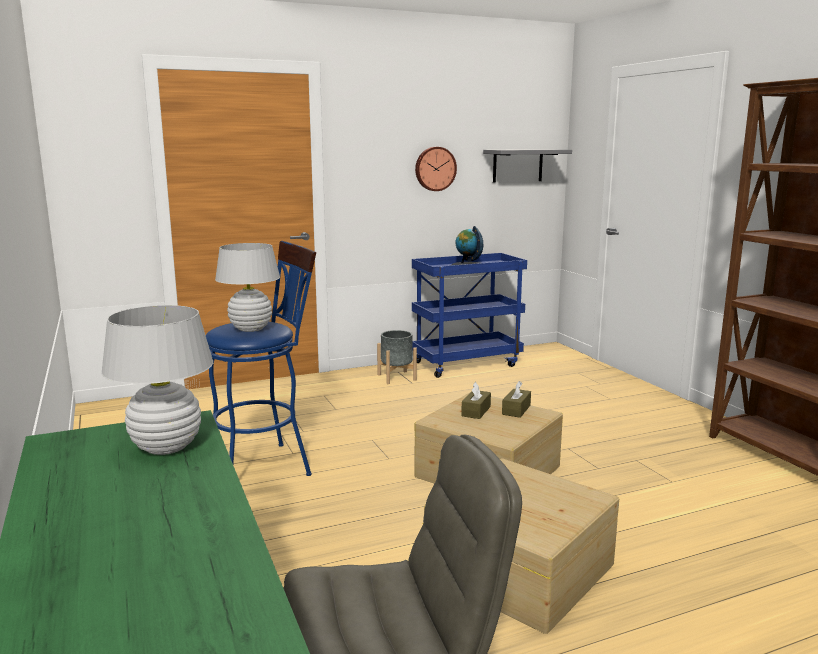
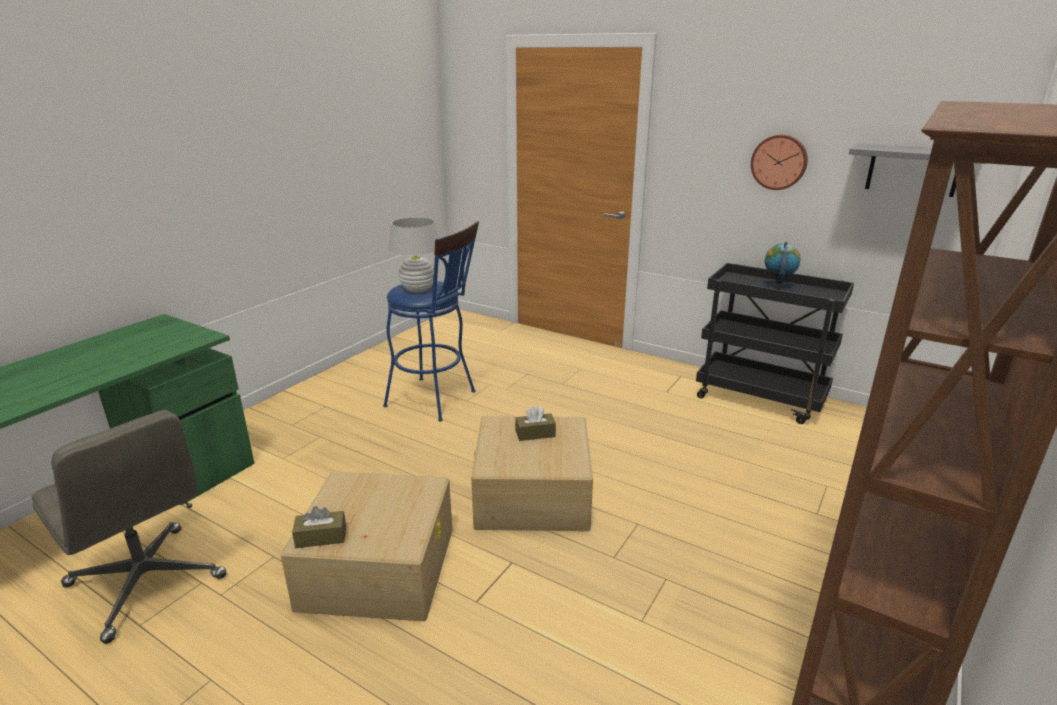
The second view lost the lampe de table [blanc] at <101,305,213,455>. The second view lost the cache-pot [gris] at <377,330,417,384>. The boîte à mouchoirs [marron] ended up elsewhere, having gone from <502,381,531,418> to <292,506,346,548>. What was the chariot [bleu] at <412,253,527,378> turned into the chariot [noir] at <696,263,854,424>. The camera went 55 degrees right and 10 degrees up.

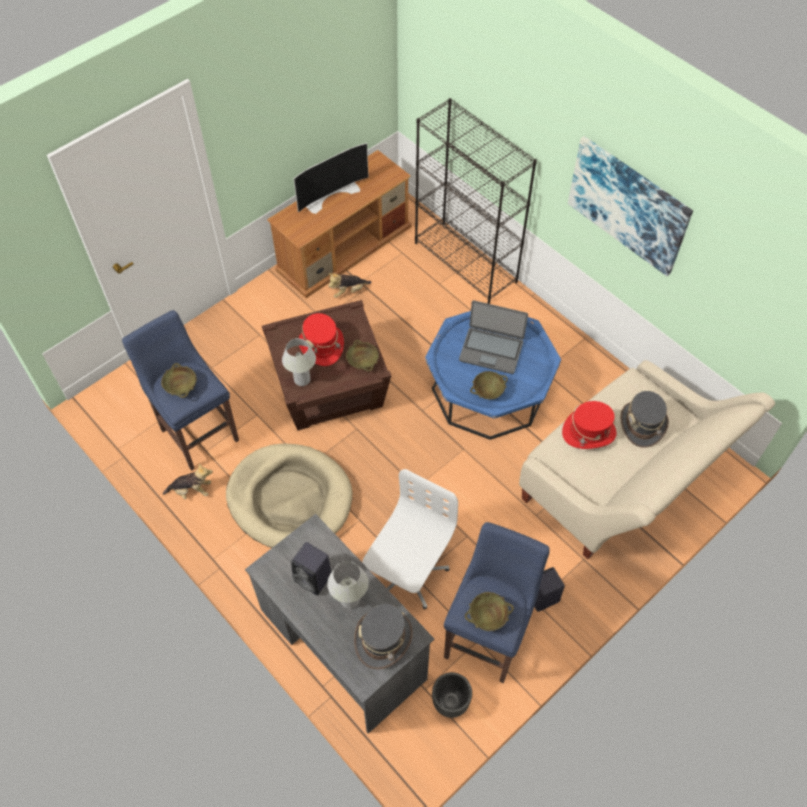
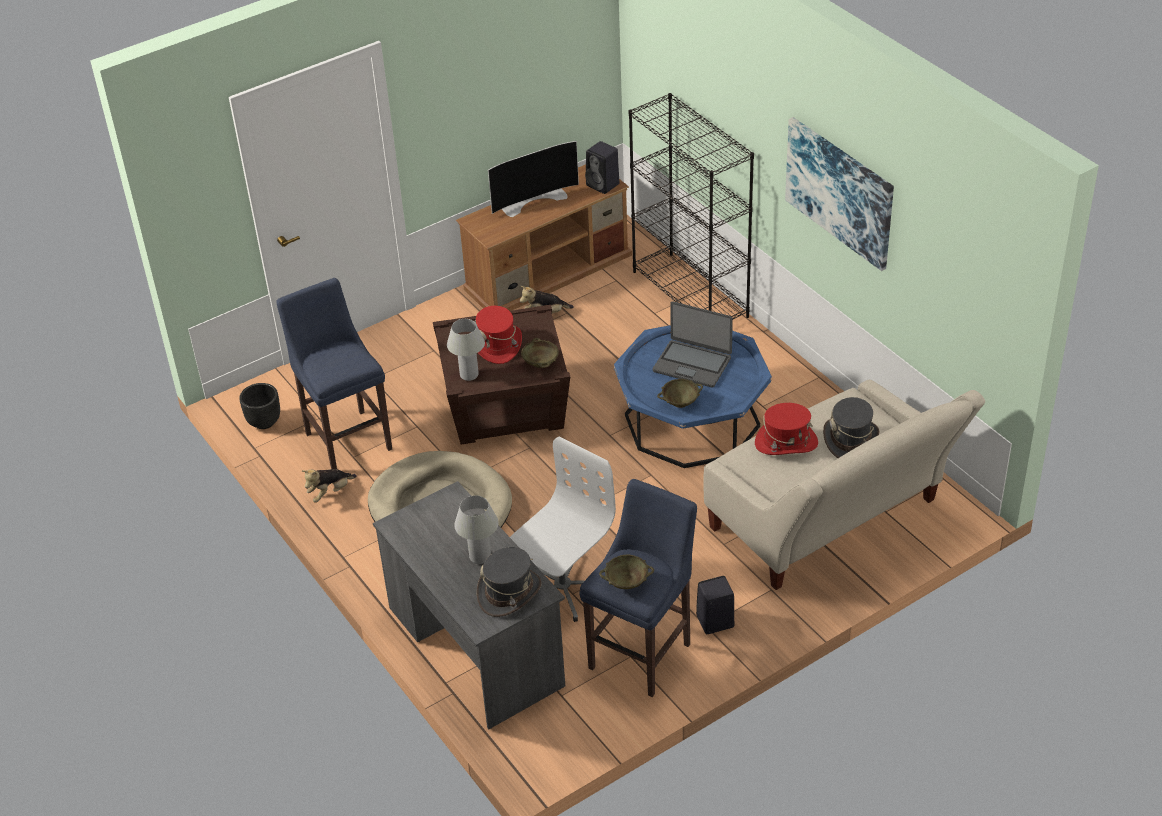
The second view lost the bol [beige] at <161,363,197,398>. The enceinte [noir] ended up elsewhere, having gone from <291,542,332,595> to <585,141,620,194>. The cache-pot [noir] ended up elsewhere, having gone from <432,672,472,718> to <239,383,280,429>. The peluche at <163,463,213,499> ended up facing another way, 135 degrees clockwise from before. The camera went 10 degrees right and 15 degrees down.

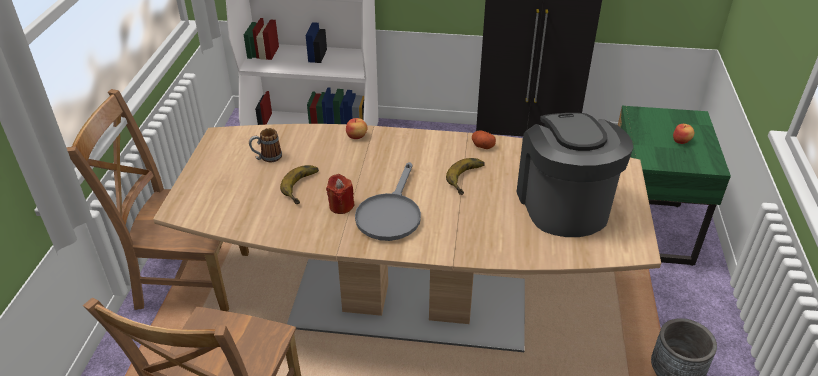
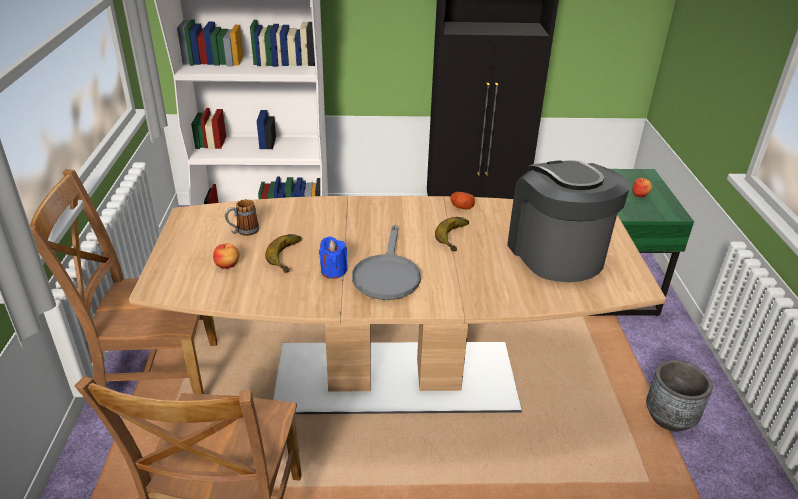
The pomme ended up elsewhere, having gone from <346,118,367,139> to <213,243,239,269>. What was the bougie [rouge] at <326,174,355,214> turned into the bougie [bleu] at <319,236,348,279>. The camera went 10 degrees left and 5 degrees down.

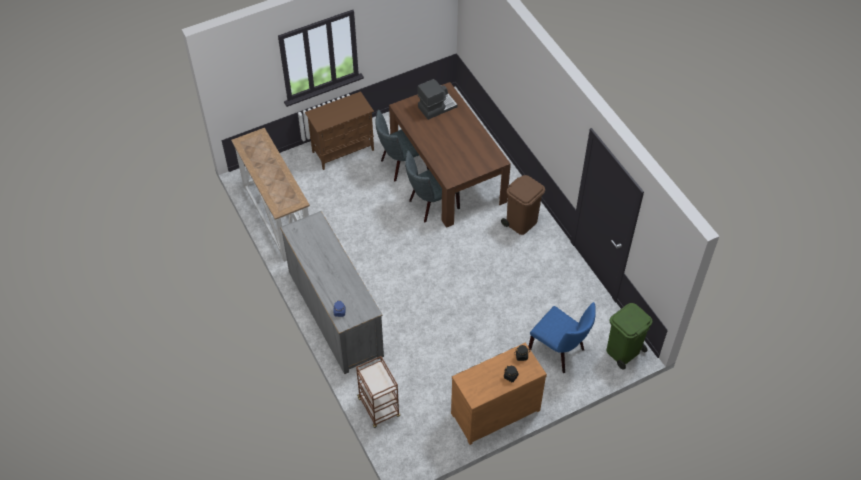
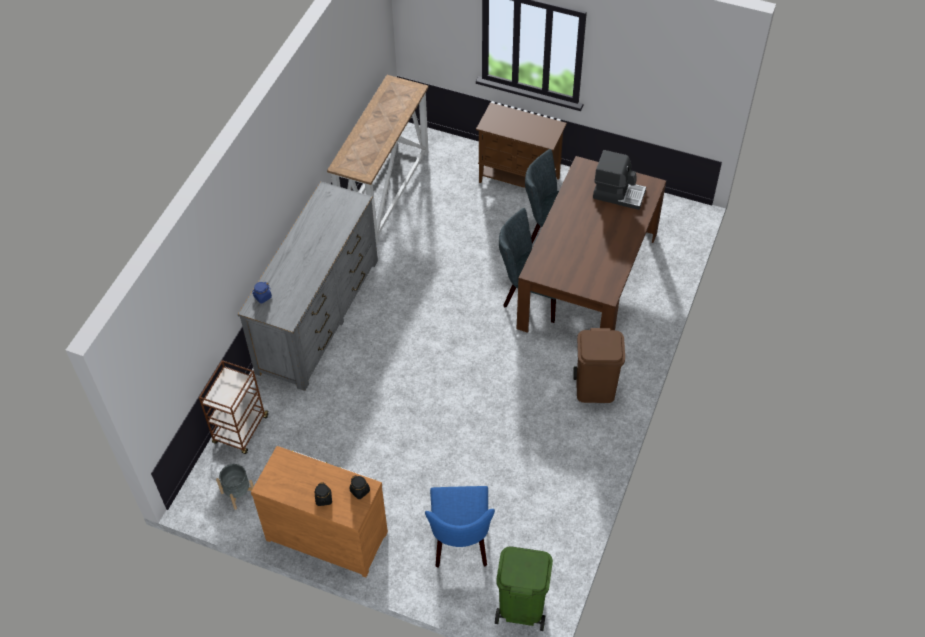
The second view gained the cache-pot [gris] at <216,464,254,510>. The camera went 50 degrees right and 0 degrees up.

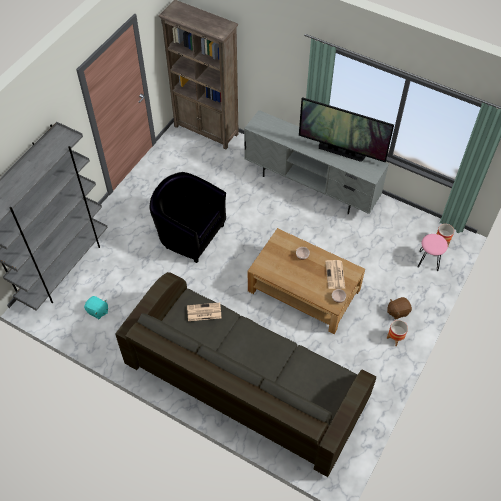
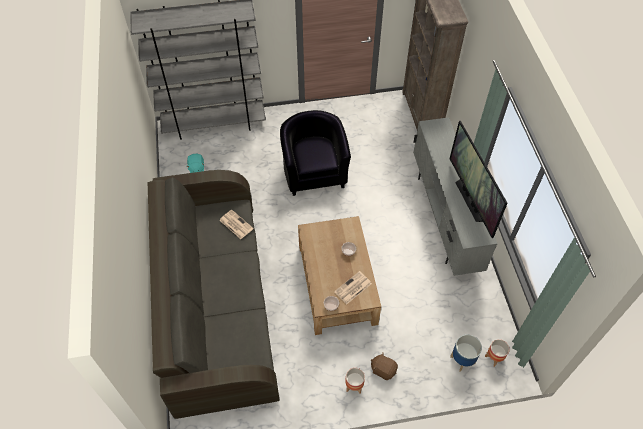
Where the tabouret [rose] stood at <418,234,448,271>, the cache-pot came to stand at <450,335,482,372>. The camera went 50 degrees right and 0 degrees up.

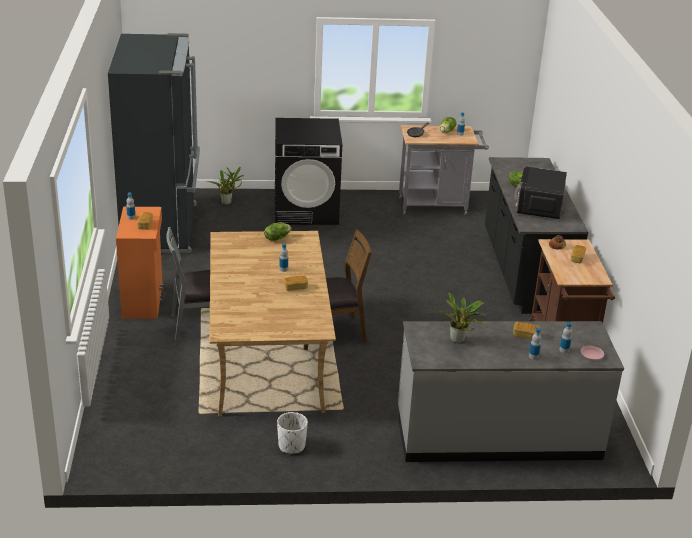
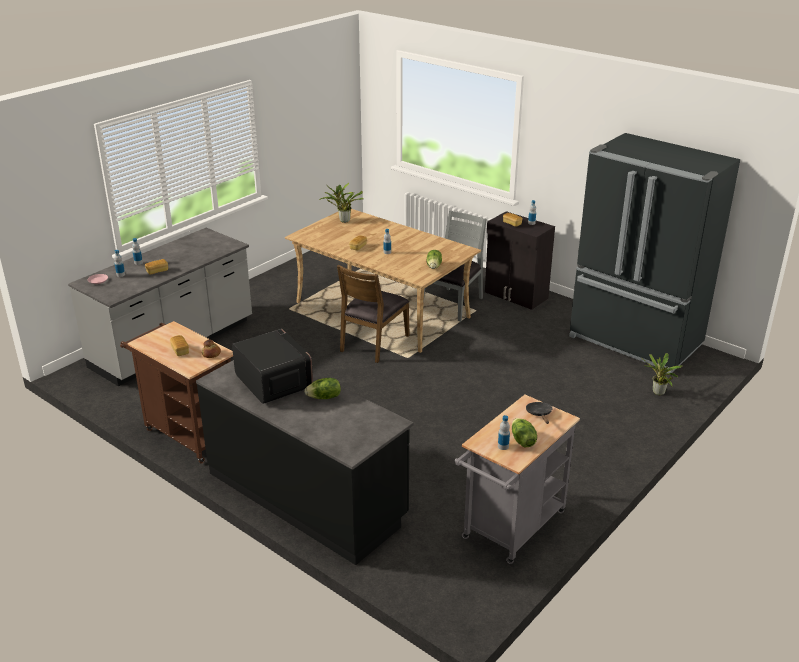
The second view lost the lave-linge [noir] at <275,118,342,225>. The second view lost the cache-pot [blanc] at <277,412,308,454>. The plante en pot ended up elsewhere, having gone from <429,293,488,343> to <319,183,364,223>. What was the meuble de rangement [orange] at <116,207,164,319> turned into the meuble de rangement [noir] at <485,211,555,310>. The camera went 135 degrees right and 0 degrees up.

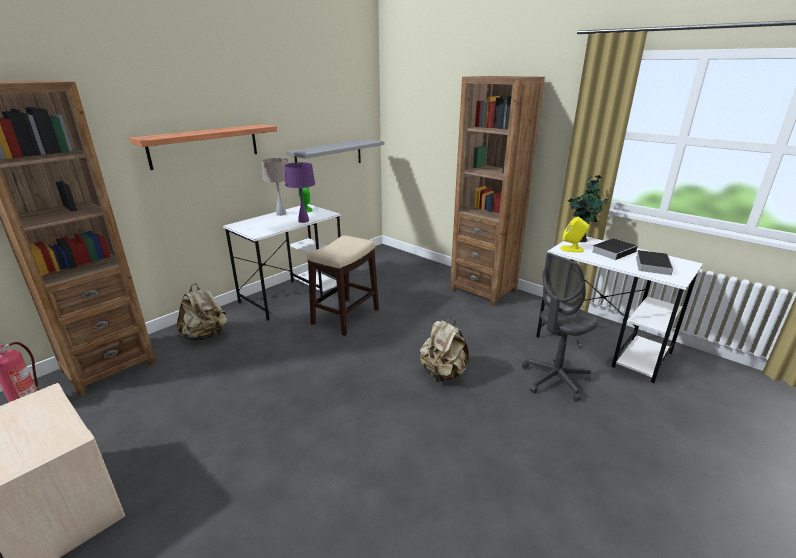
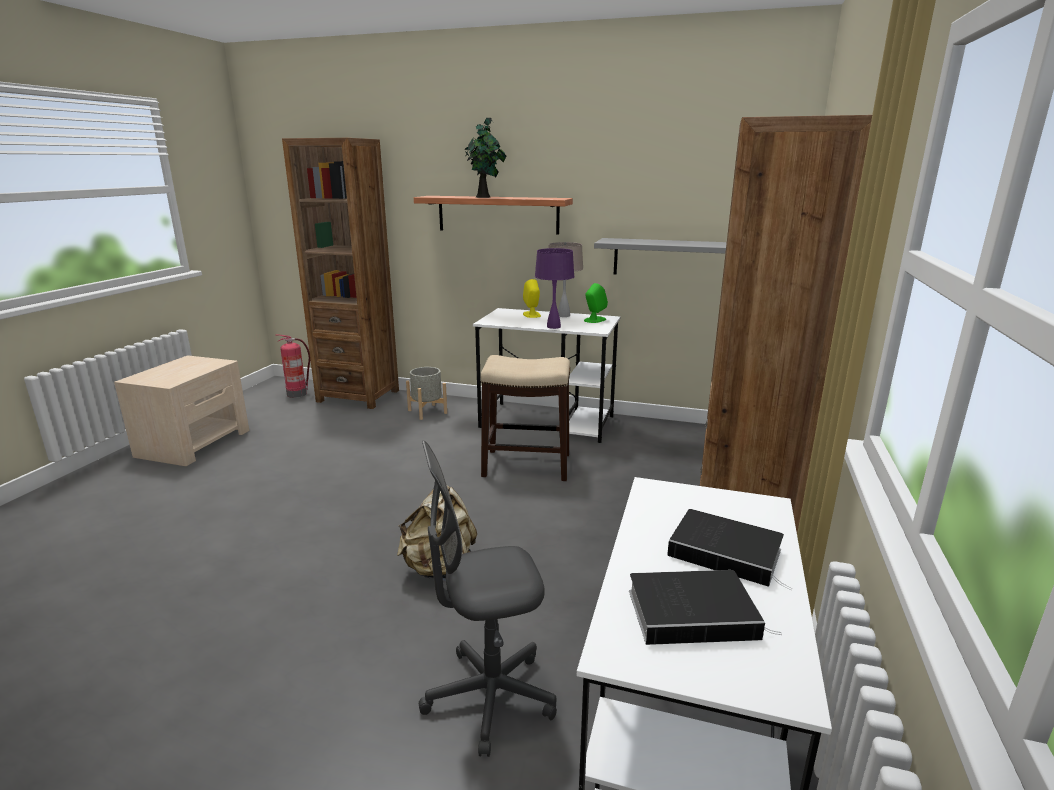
The enceinte [jaune] ended up elsewhere, having gone from <560,217,589,253> to <523,279,541,318>. The plante en pot ended up elsewhere, having gone from <568,175,608,242> to <465,117,506,198>. Where the sac à dos [beige] stood at <177,283,227,341>, the cache-pot [gris] came to stand at <406,367,447,420>. The chaise de bureau [gris] at <522,253,598,402> ended up facing another way, 45 degrees counterclockwise from before. The camera went 65 degrees right and 5 degrees down.

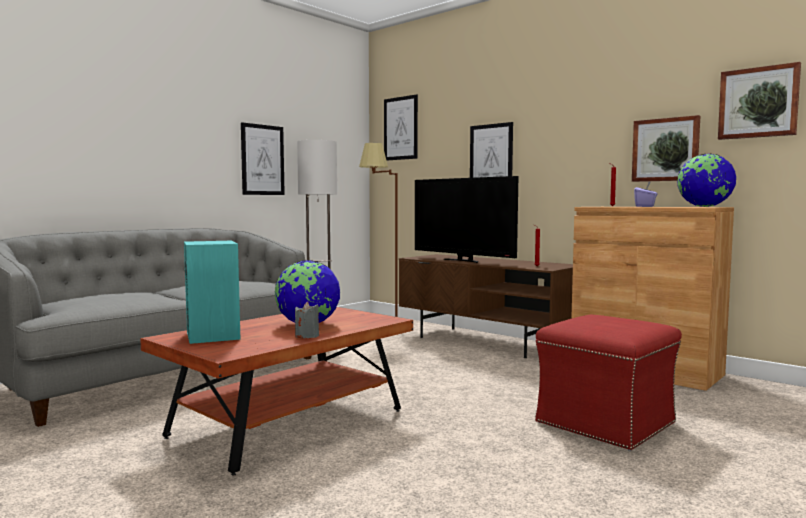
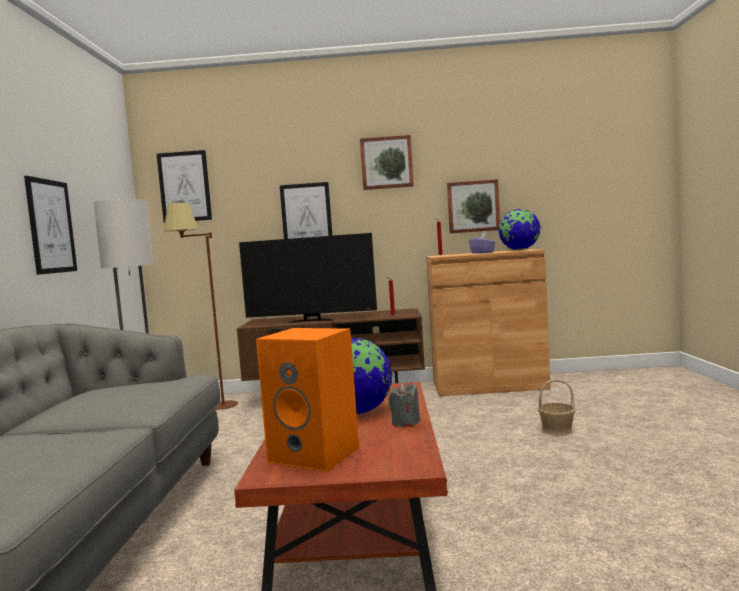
The tableau ended up elsewhere, having gone from <718,62,801,140> to <360,135,414,190>. Where the pouf [rouge] stood at <535,315,682,451>, the panier came to stand at <538,379,575,436>. What was the enceinte [turquoise] at <184,241,240,344> turned into the enceinte [orange] at <256,328,359,472>. The camera went 40 degrees left and 0 degrees up.

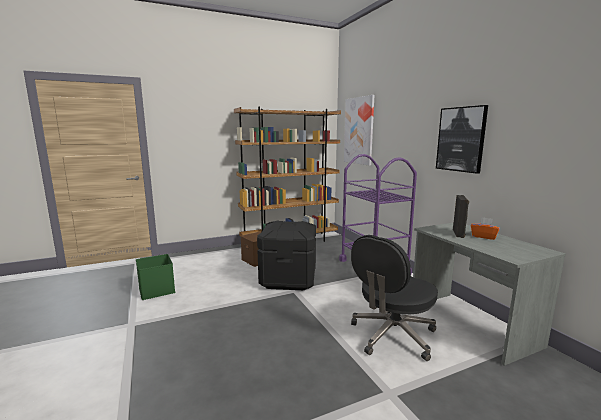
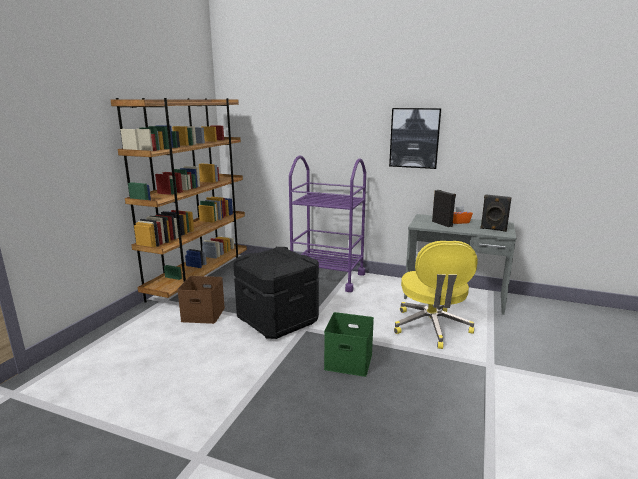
The second view lost the tableau at <344,95,374,166>. The second view gained the enceinte [noir] at <480,195,512,232>. The boîte de rangement [vert] ended up elsewhere, having gone from <136,254,175,300> to <324,312,374,377>. What was the chaise de bureau [noir] at <351,235,438,361> turned into the chaise de bureau [jaune] at <394,241,478,349>. The camera went 45 degrees left and 5 degrees up.

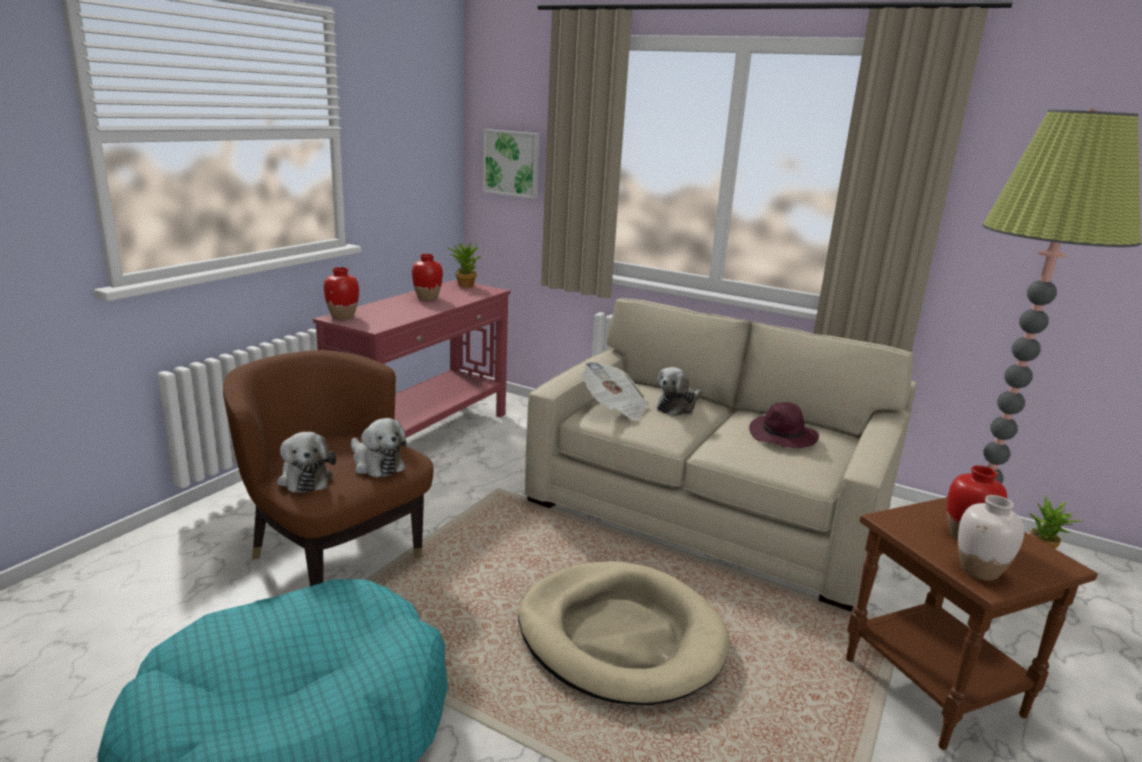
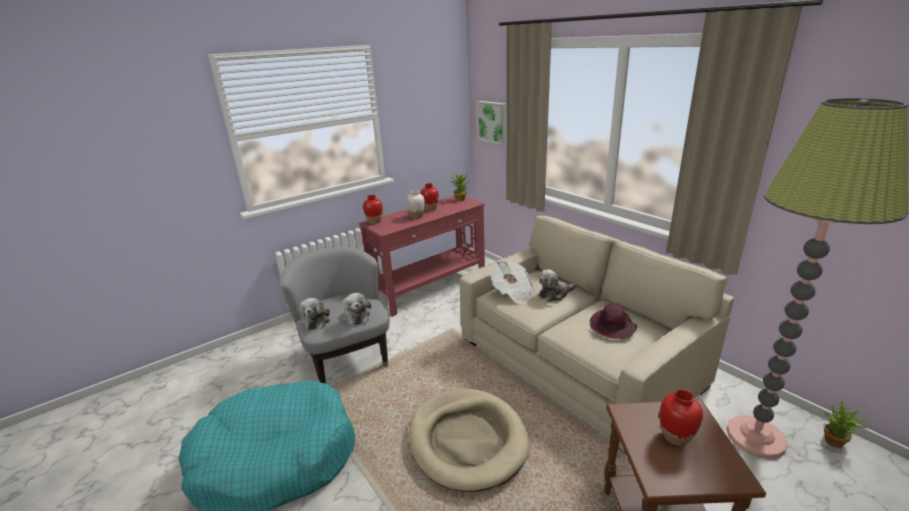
The vase [blanc] ended up elsewhere, having gone from <958,495,1024,581> to <406,190,425,219>. What was the fauteuil [marron] at <223,350,434,586> turned into the fauteuil [gris] at <281,246,390,384>. The camera went 25 degrees right and 5 degrees up.

